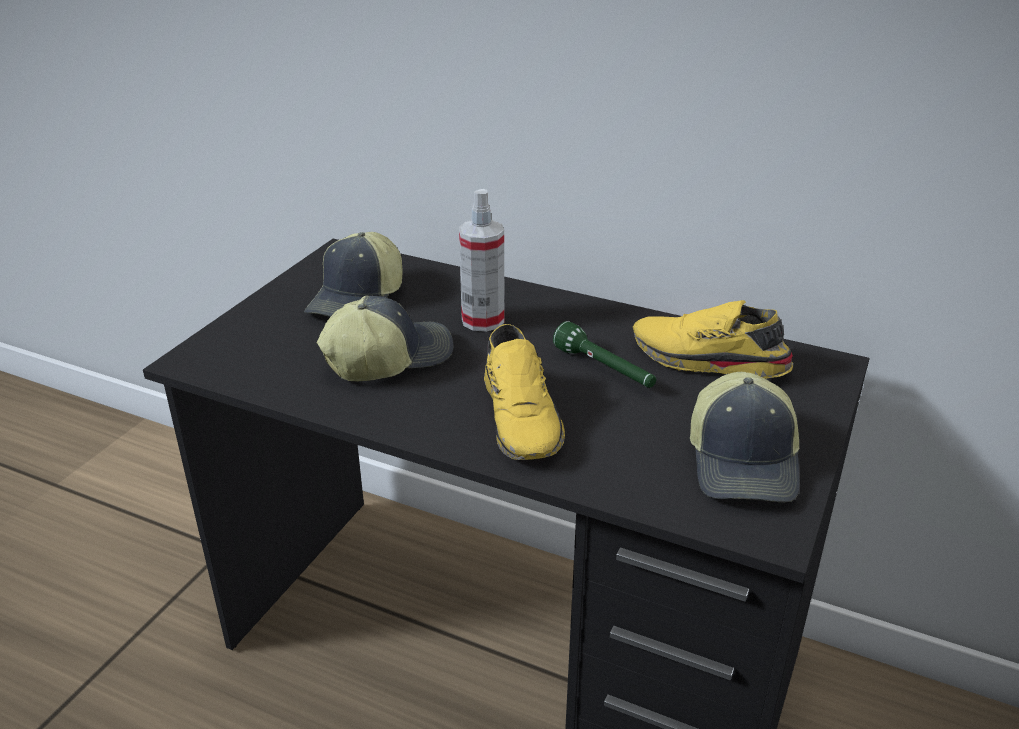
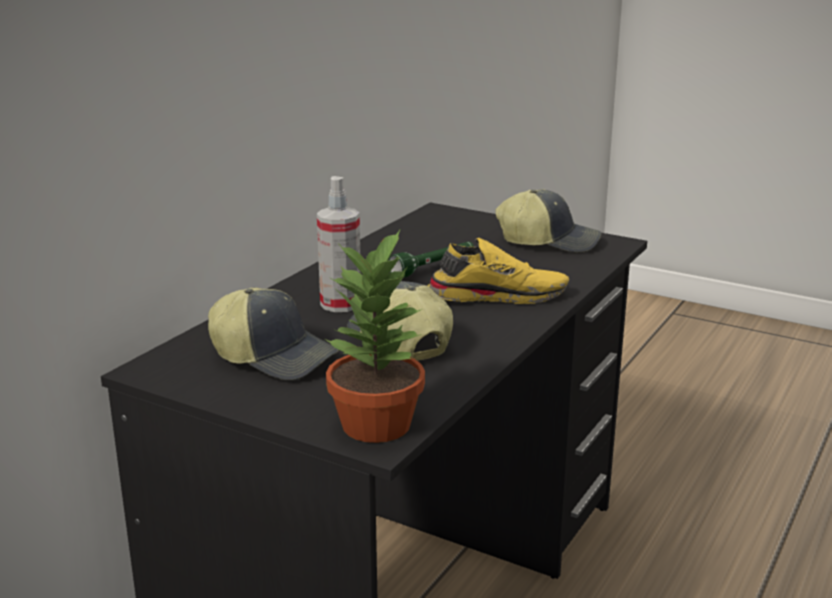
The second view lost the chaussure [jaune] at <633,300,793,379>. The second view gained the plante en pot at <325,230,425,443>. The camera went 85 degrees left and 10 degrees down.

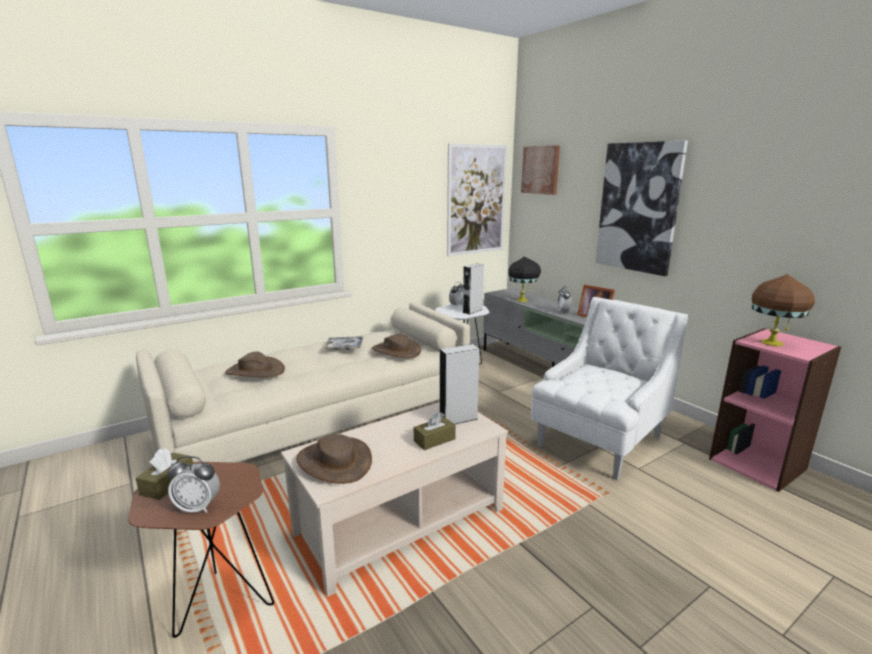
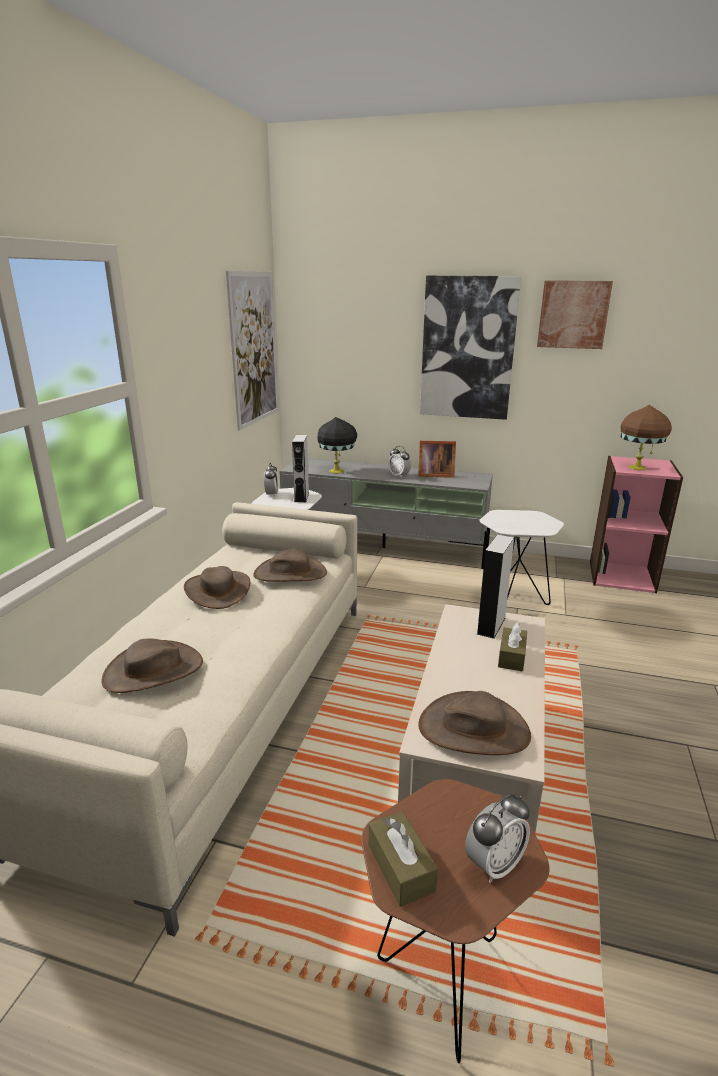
The tableau ended up elsewhere, having gone from <521,145,560,195> to <537,280,613,349>. Where the plateau stood at <324,336,364,350>, the chapeau [marron] came to stand at <184,566,250,609>. Where the fauteuil [blanc] stood at <531,297,688,480>, the table d'appoint [blanc] came to stand at <479,510,564,605>. The camera went 40 degrees left and 5 degrees up.

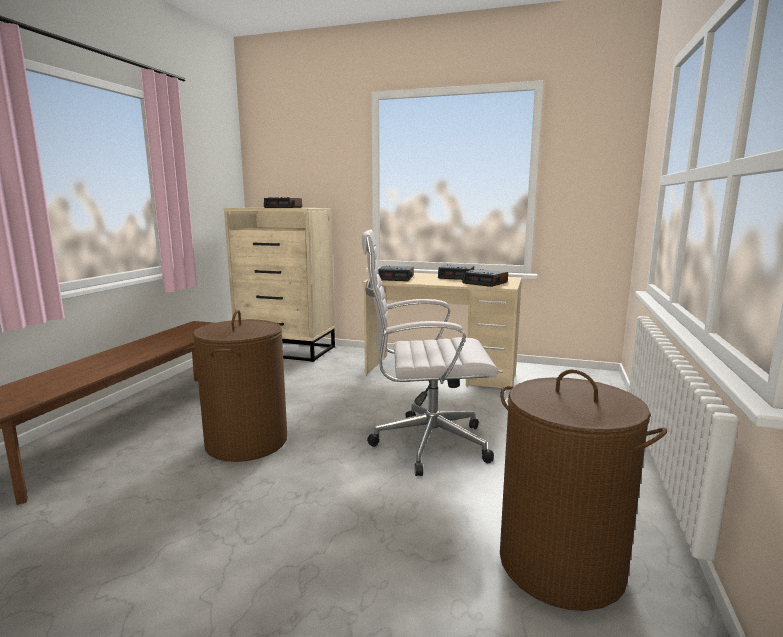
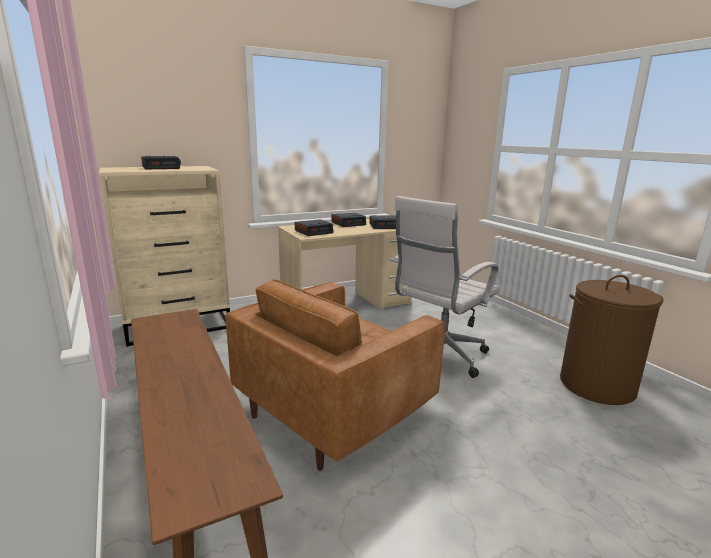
Where the panier à linge [marron] stood at <193,310,287,462>, the fauteuil [marron] came to stand at <225,279,446,471>. The camera went 45 degrees left and 5 degrees up.

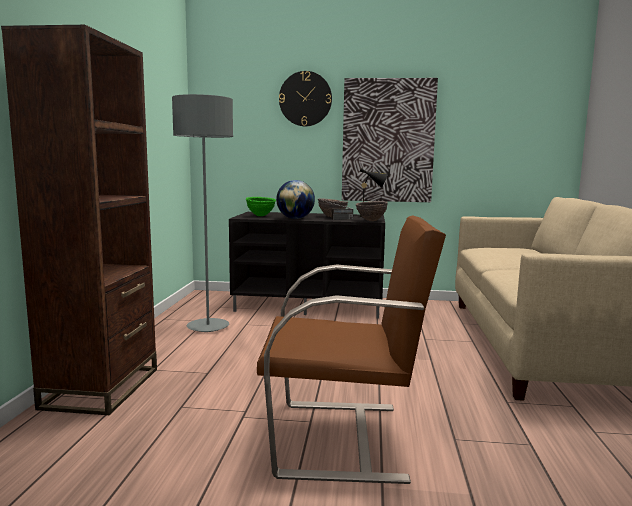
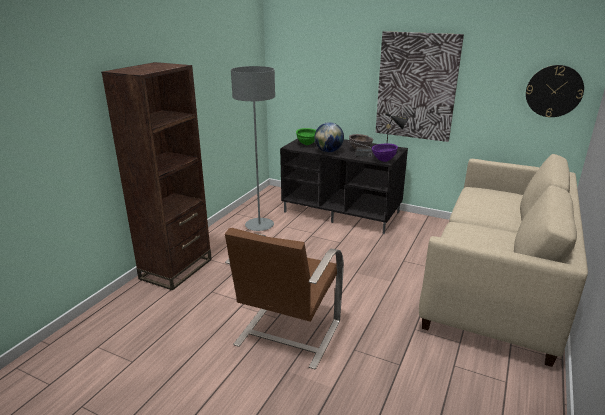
The horloge murale ended up elsewhere, having gone from <279,71,332,126> to <526,65,584,117>. What was the bol [marron] at <356,201,388,221> turned into the bol [violet] at <372,143,398,162>. The fauteuil [marron] at <257,215,446,484> ended up facing another way, 90 degrees clockwise from before. The camera went 20 degrees right and 15 degrees up.

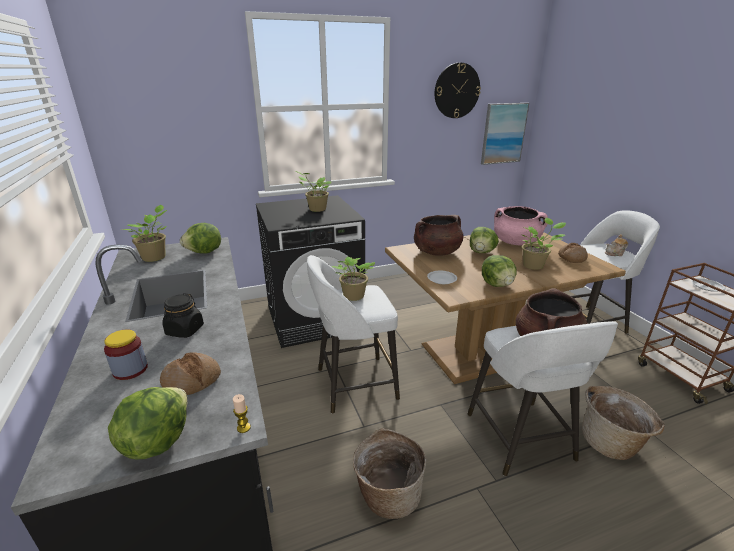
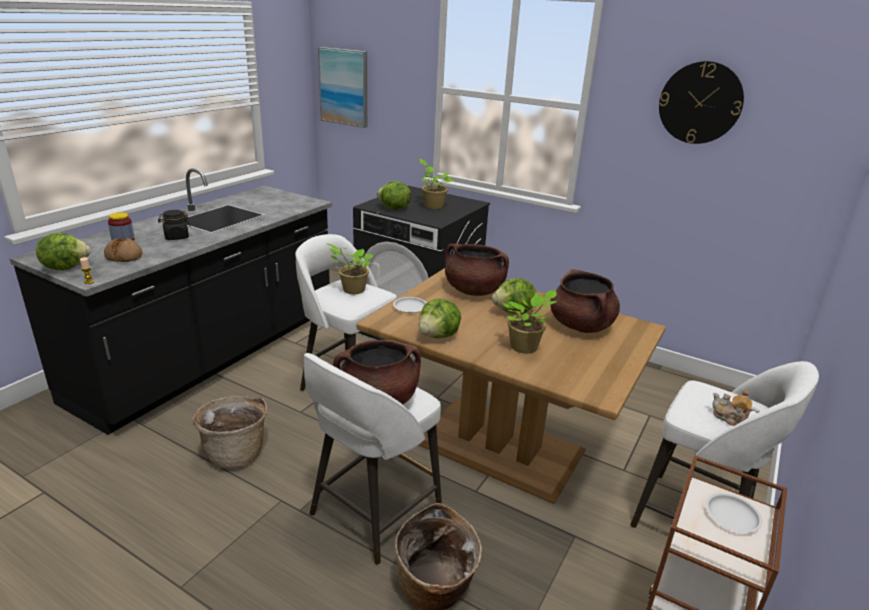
The second view lost the plante en pot at <123,205,167,262>. The second view lost the pain at <558,243,588,263>. The laitue ended up elsewhere, having gone from <180,223,221,253> to <377,181,411,210>. The tableau ended up elsewhere, having gone from <481,103,529,165> to <318,47,367,128>. What was the marmite [rose] at <494,206,548,245> turned into the marmite [marron] at <550,269,620,333>. The camera went 50 degrees right and 0 degrees up.

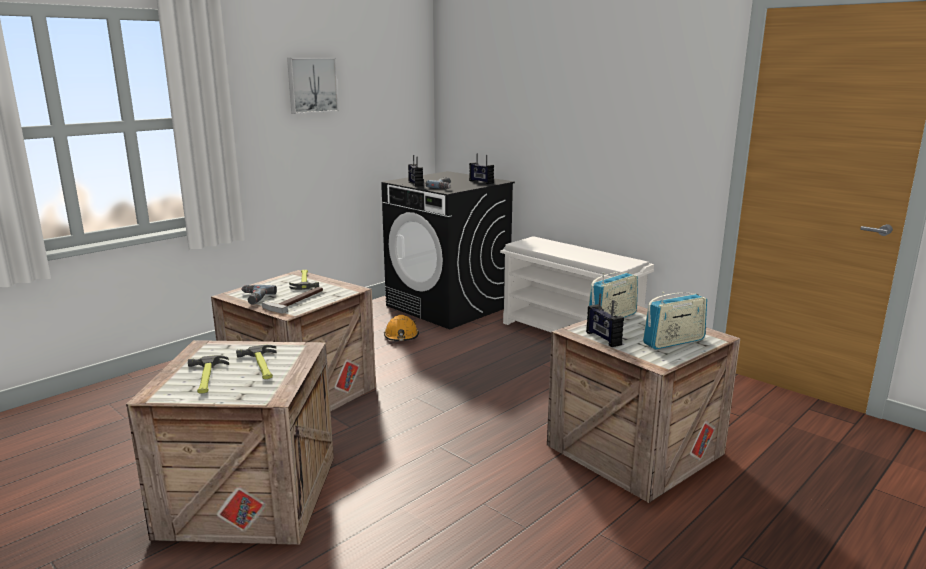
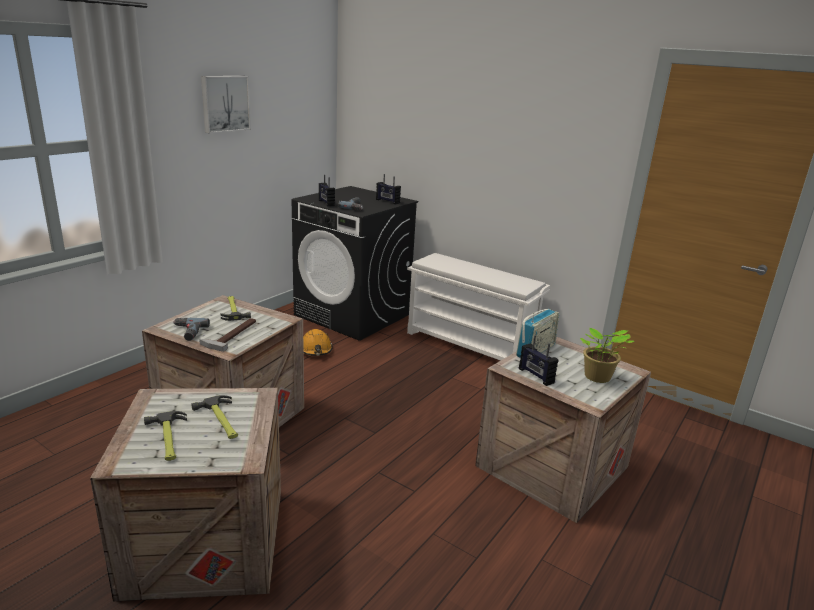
Where the radio stood at <643,292,707,349>, the plante en pot came to stand at <580,328,635,383>. The camera went 10 degrees left and 5 degrees up.

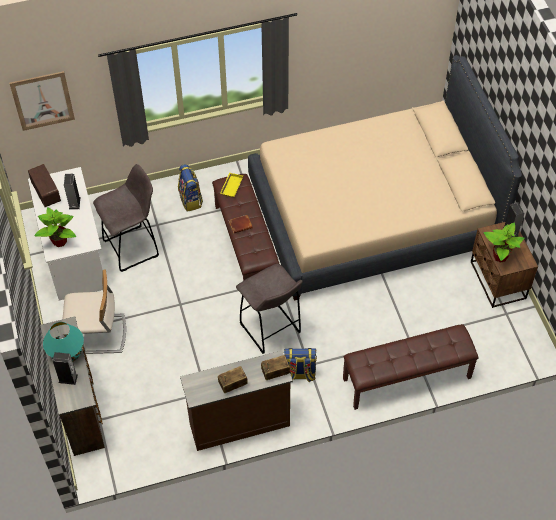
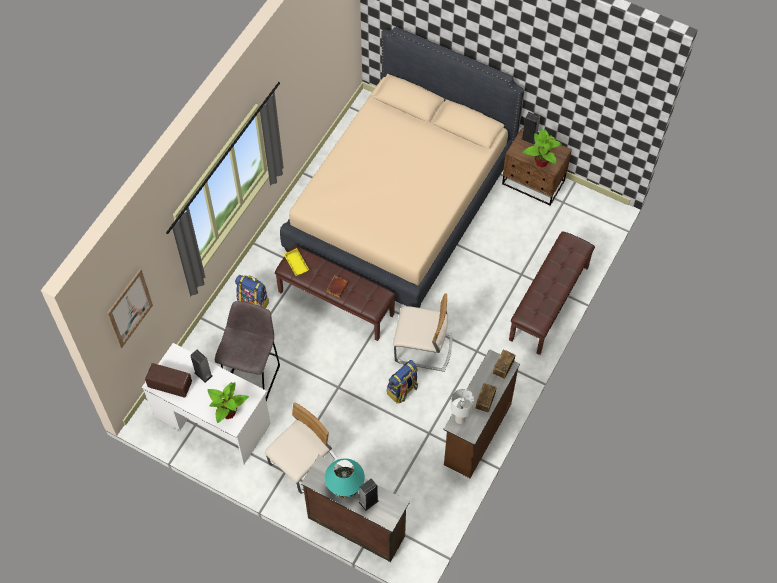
The second view gained the lampe de table [blanc] at <451,389,474,424>. The sac à dos ended up elsewhere, having gone from <284,348,317,382> to <387,360,418,404>. Where the tabouret [gris] stood at <236,264,303,354>, the chaise [beige] came to stand at <393,293,452,372>. The camera went 45 degrees left and 5 degrees up.

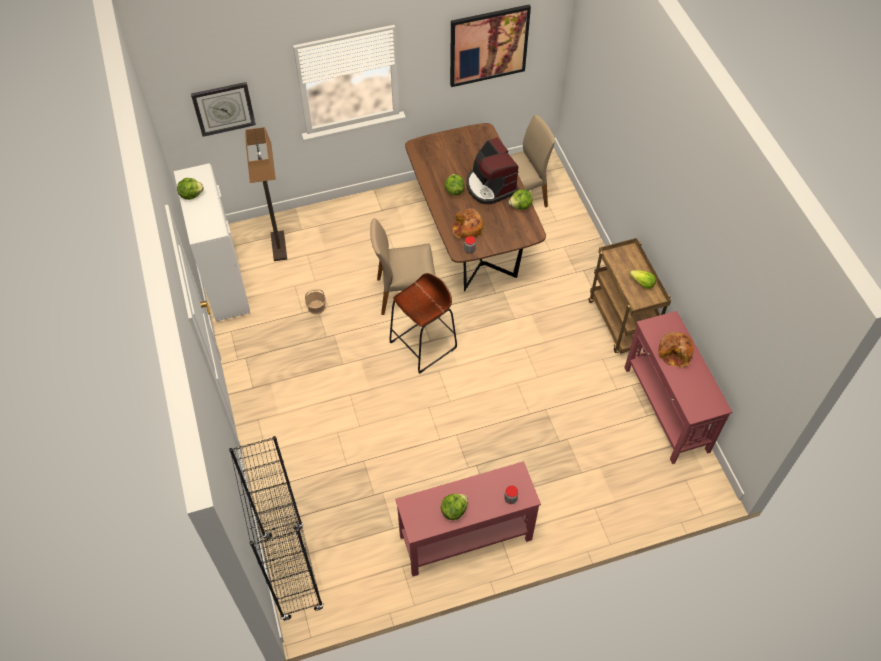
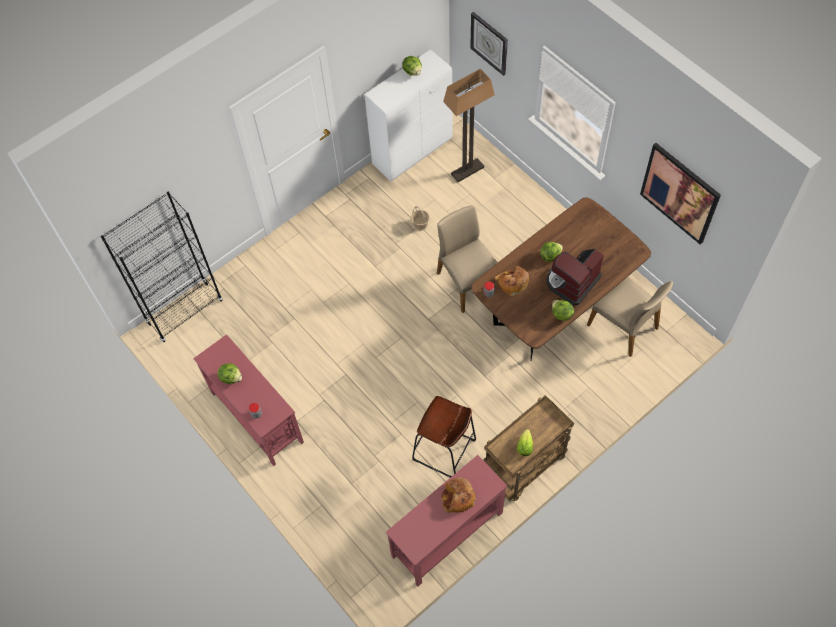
The tabouret [marron] ended up elsewhere, having gone from <389,273,457,373> to <412,396,476,478>. The camera went 70 degrees right and 5 degrees up.

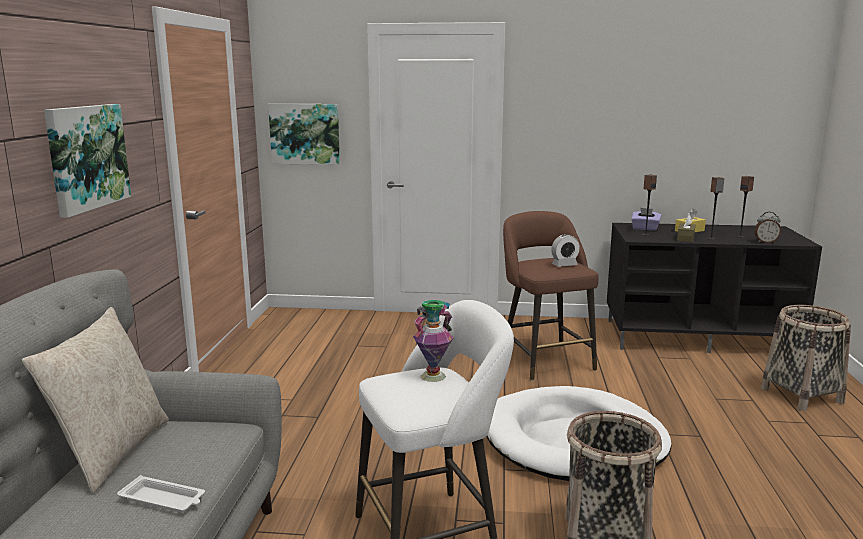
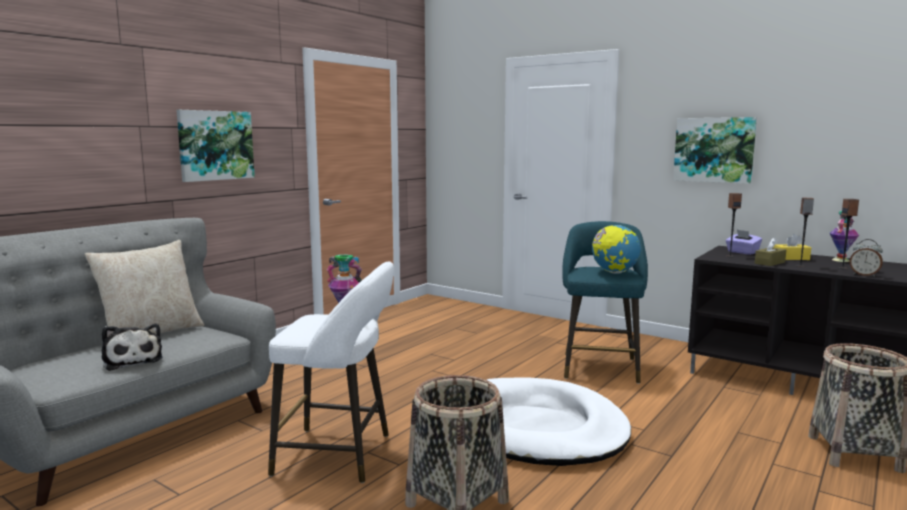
The second view gained the vase at <830,211,859,262>. The tableau ended up elsewhere, having gone from <268,104,340,165> to <673,117,757,184>. Where the plateau [blanc] stood at <117,475,205,513>, the peluche came to stand at <102,324,163,371>. Where the réveil stood at <551,234,580,267>, the globe came to stand at <592,225,641,274>. What was the tabouret [marron] at <503,211,599,381> turned into the tabouret [turquoise] at <562,221,648,384>. The camera went 30 degrees right and 5 degrees down.

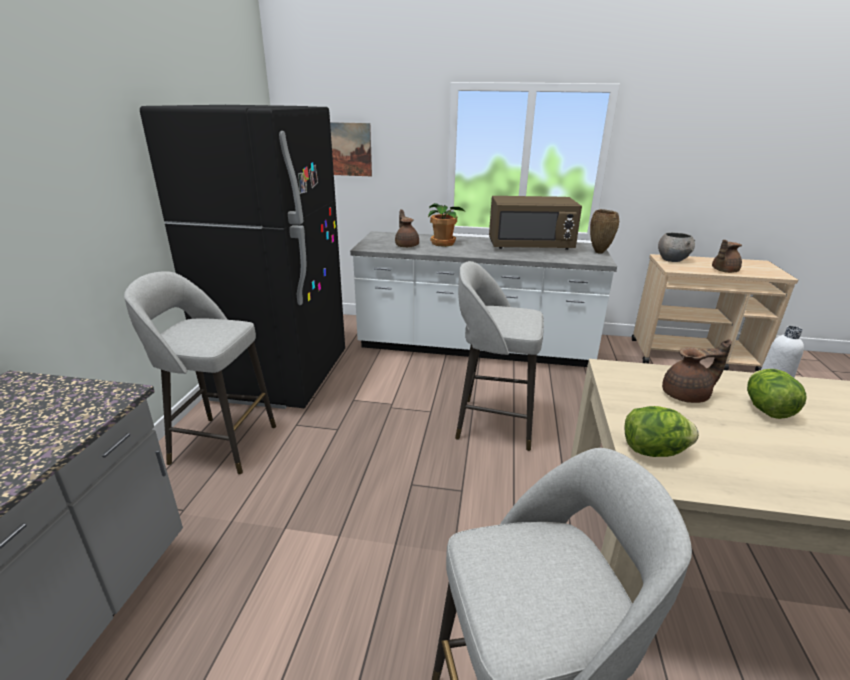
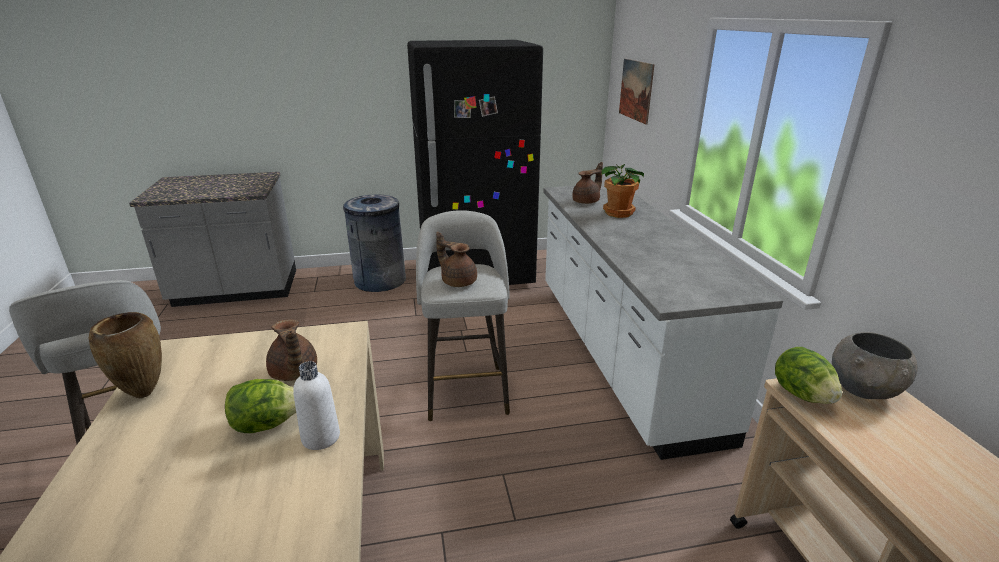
The second view lost the micro-ondes [marron] at <489,196,582,250>. The vase [marron] ended up elsewhere, having gone from <590,209,619,254> to <88,312,162,398>. The laitue ended up elsewhere, having gone from <624,406,699,457> to <775,347,842,404>. The théière [marron] ended up elsewhere, having gone from <712,240,742,273> to <436,232,477,287>. Where the tabouret [gris] stood at <124,271,276,474>, the poubelle [gris] came to stand at <343,194,406,292>. The camera went 70 degrees right and 0 degrees up.

